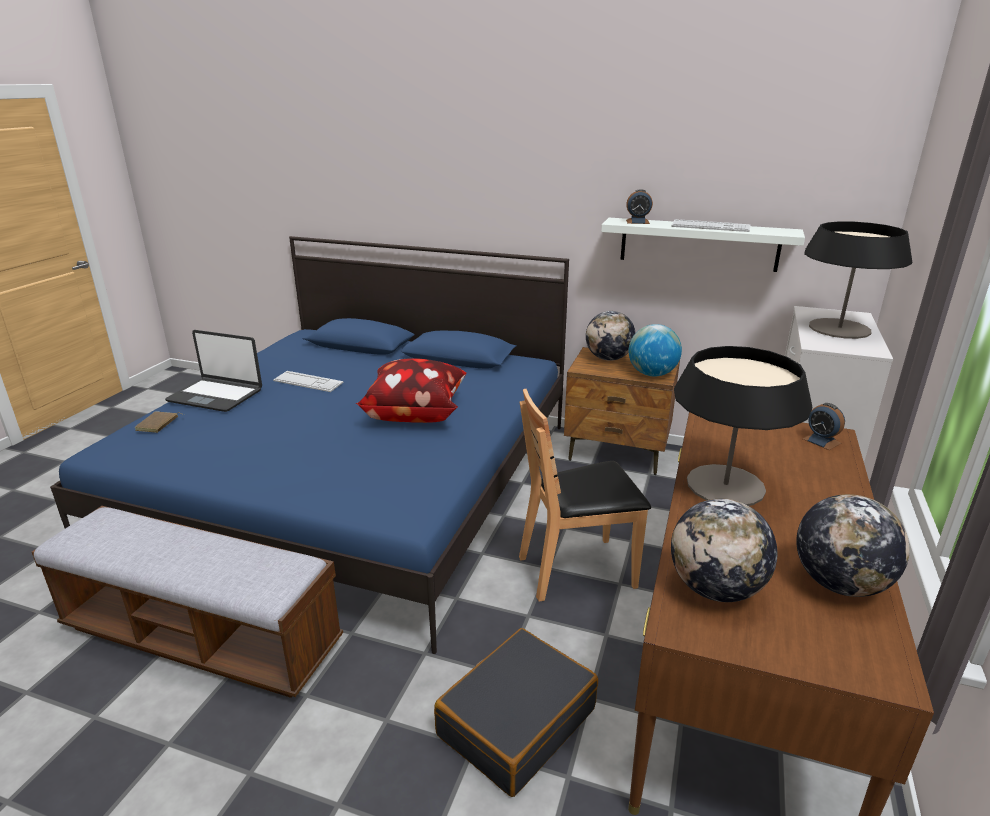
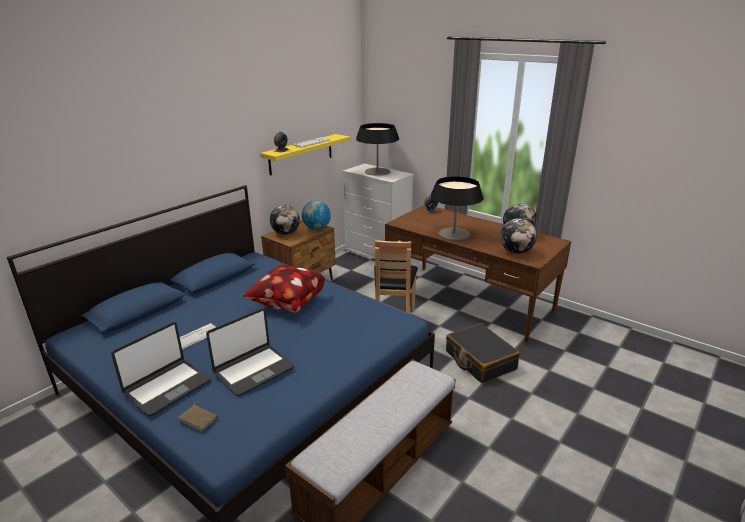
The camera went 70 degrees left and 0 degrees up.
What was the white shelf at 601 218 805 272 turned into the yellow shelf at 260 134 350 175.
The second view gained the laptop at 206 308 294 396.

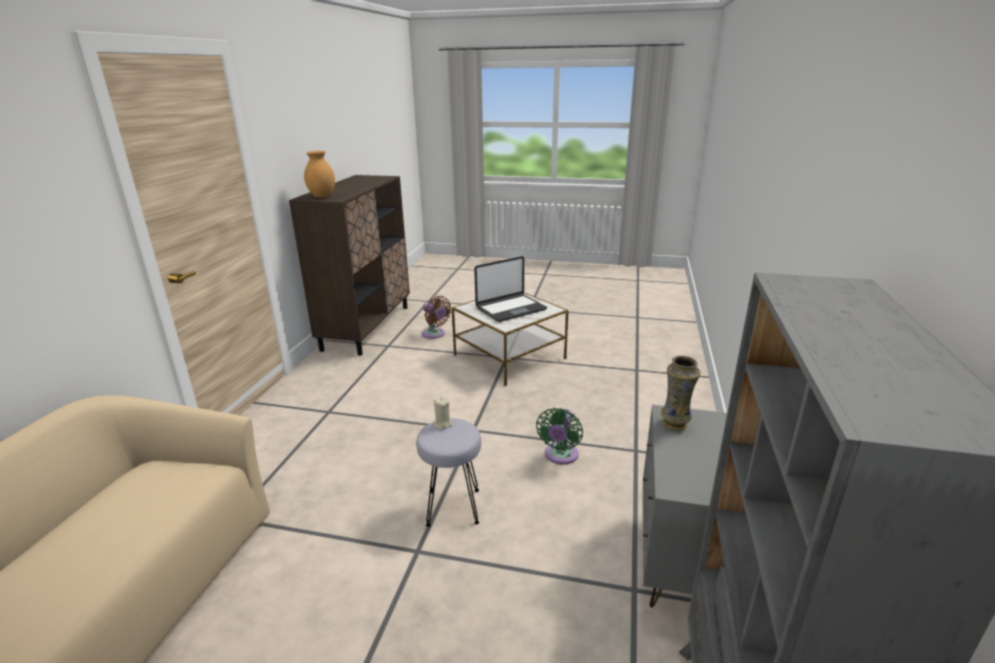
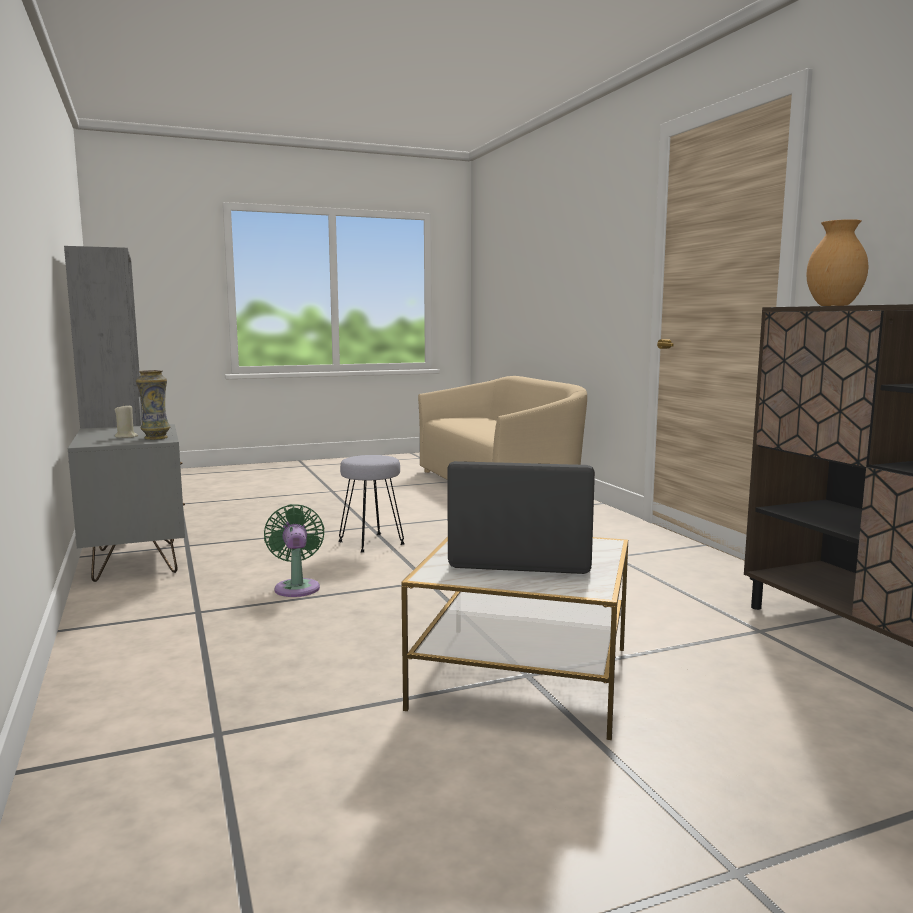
The camera went 145 degrees right and 15 degrees down.
The laptop at 474 256 547 322 ended up facing another way, 75 degrees clockwise from before.
The second view lost the brown fan at 422 296 451 339.
The beige candle ended up elsewhere, having gone from 432 396 452 429 to 115 404 138 438.

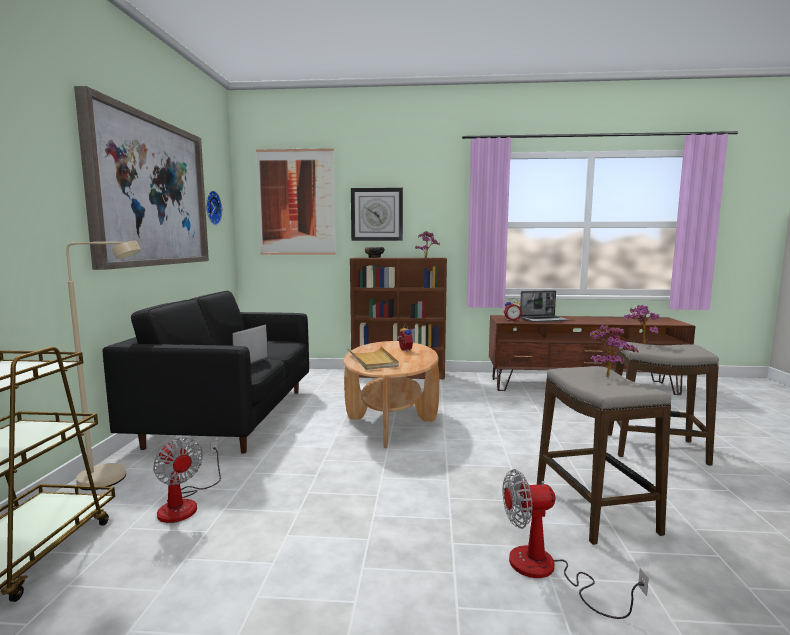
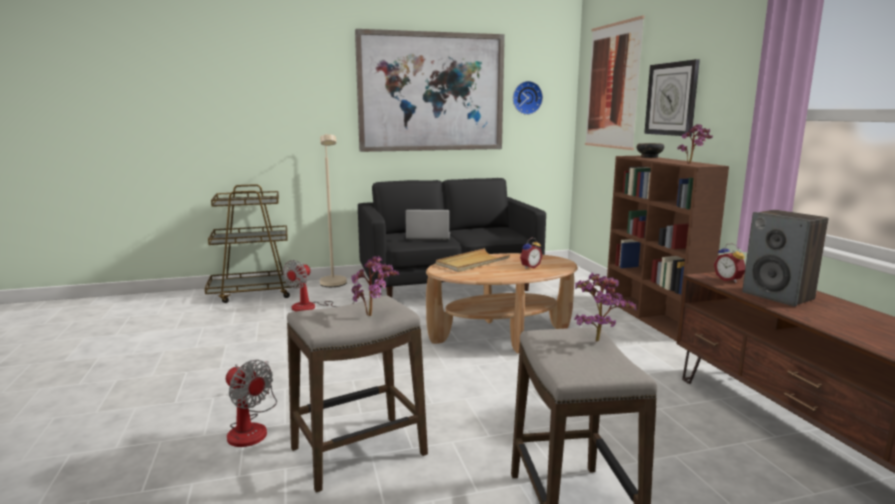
The camera went 70 degrees right and 5 degrees up.
Where the laptop stood at 520 290 569 322, the speaker came to stand at 742 210 828 306.
The fan at 503 469 649 619 ended up facing another way, 150 degrees clockwise from before.

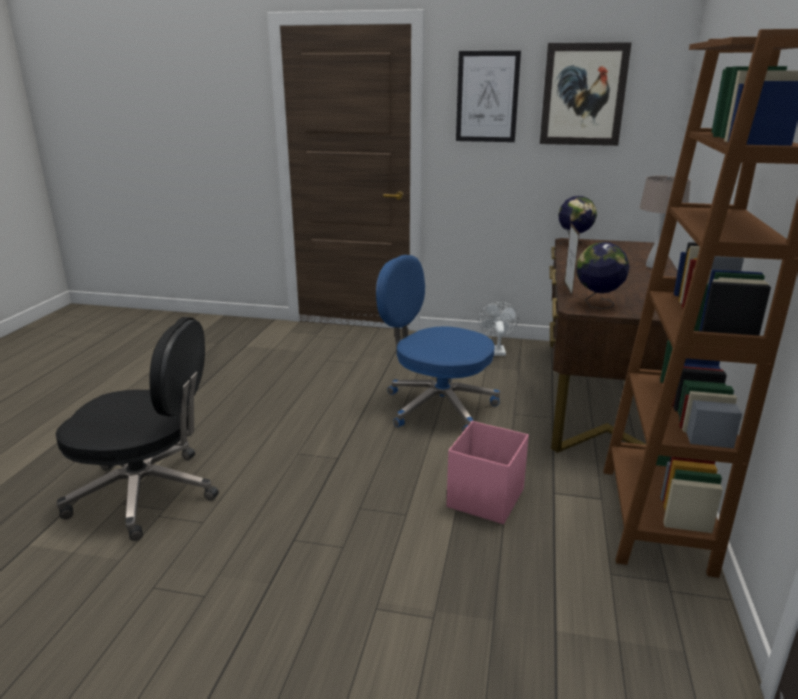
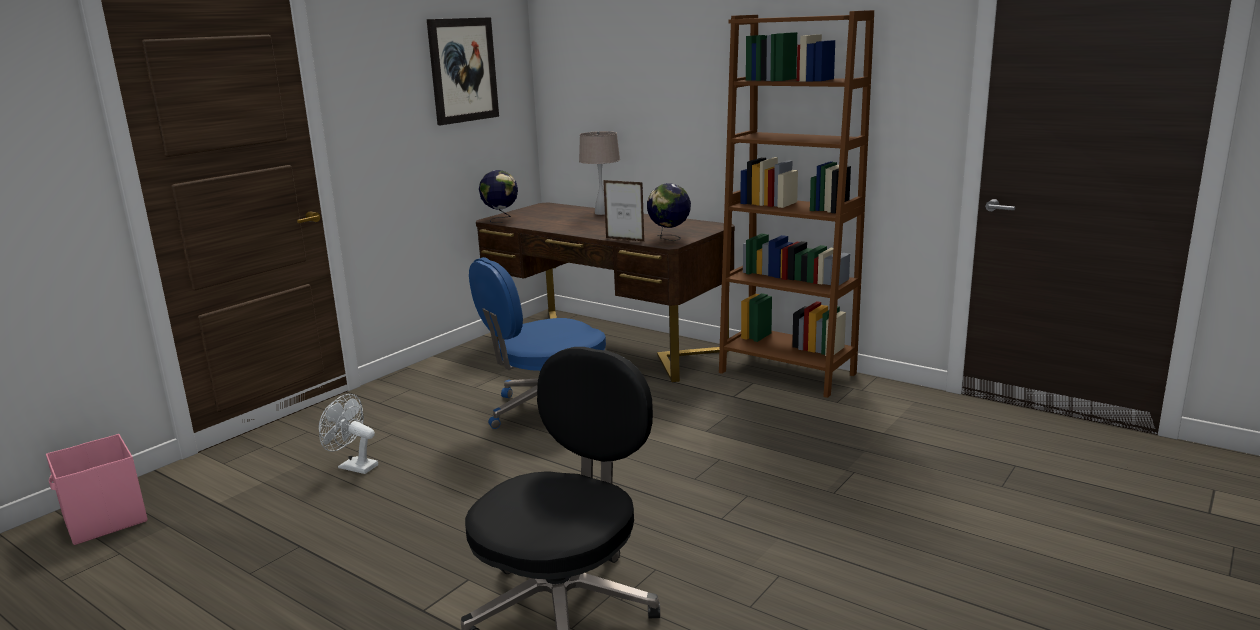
The camera went 65 degrees left and 5 degrees down.
The second view lost the picture at 456 51 521 142.
The white fan ended up elsewhere, having gone from 478 302 518 356 to 319 394 378 474.
The pink storage box ended up elsewhere, having gone from 446 421 529 524 to 46 434 148 545.

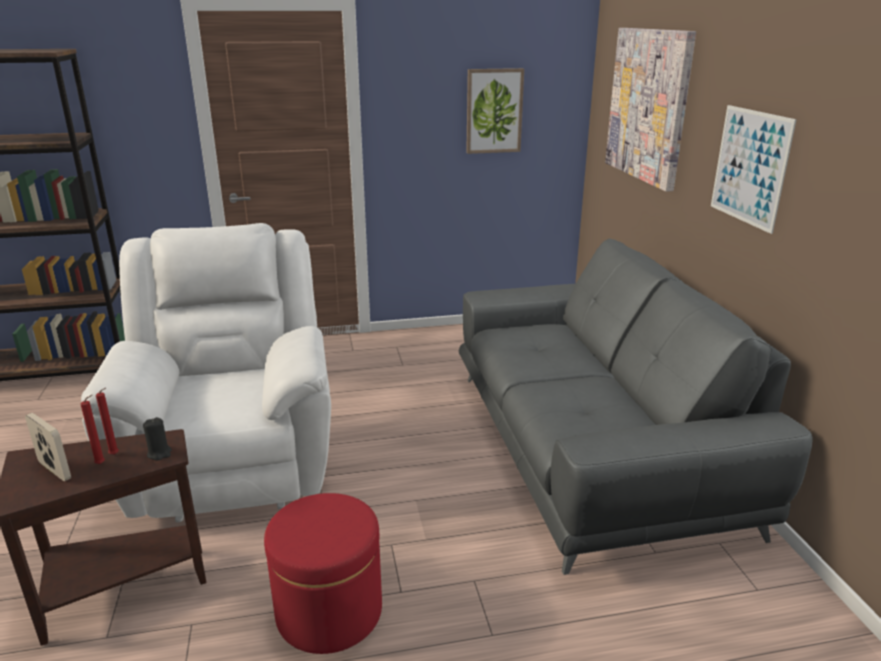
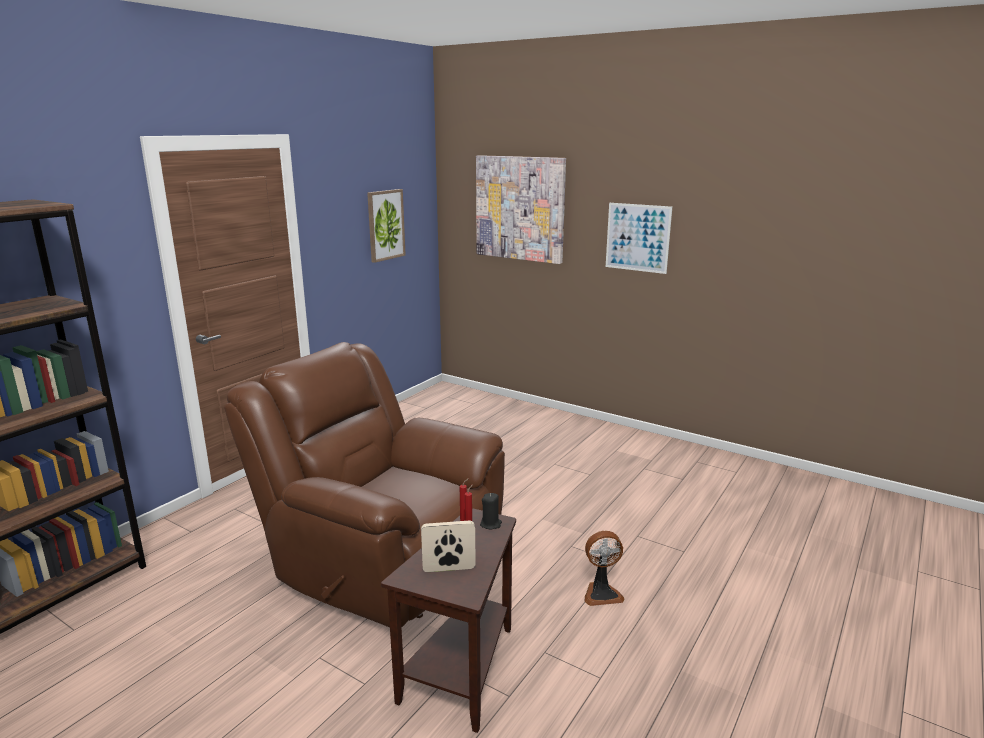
The camera went 45 degrees left and 5 degrees down.
What was the white armchair at 81 223 331 522 turned into the brown armchair at 224 342 505 628.
The second view lost the grey sofa at 458 239 813 575.
Where the red ottoman stood at 264 493 382 654, the fan came to stand at 585 531 624 606.

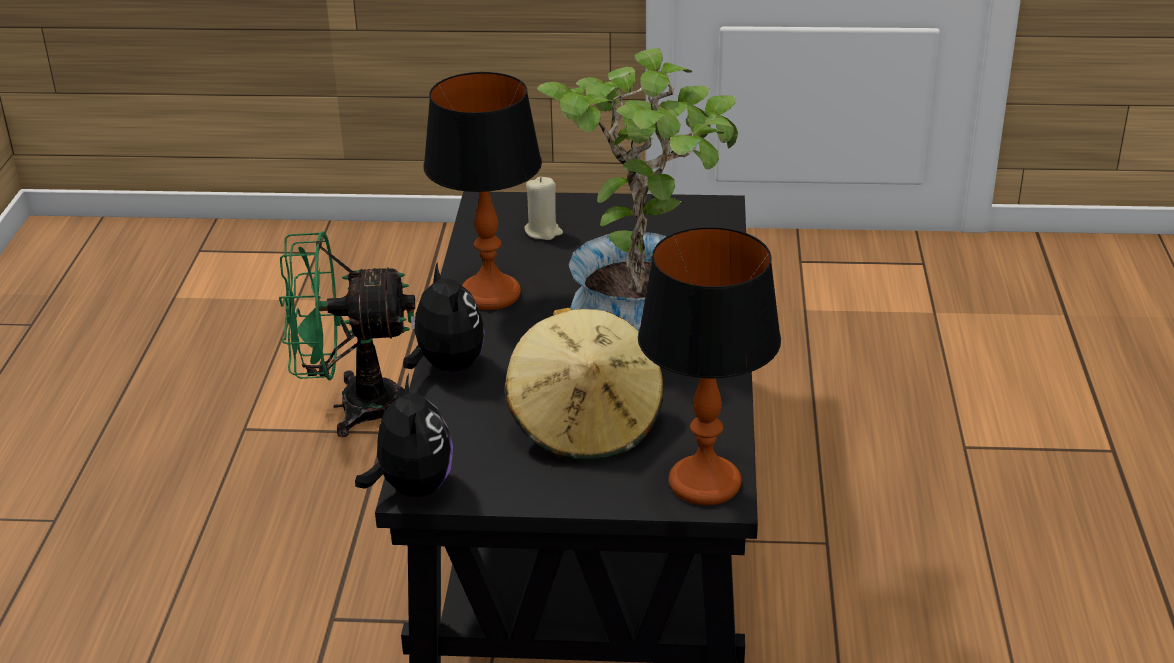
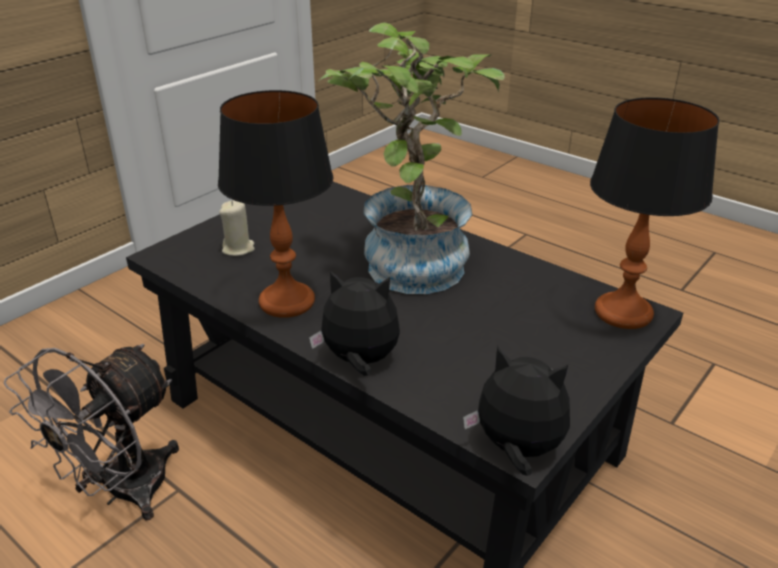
The camera went 55 degrees left and 0 degrees up.
What was the green fan at 279 231 415 437 turned into the grey fan at 4 344 179 521.
The second view lost the beige hat at 505 308 664 461.

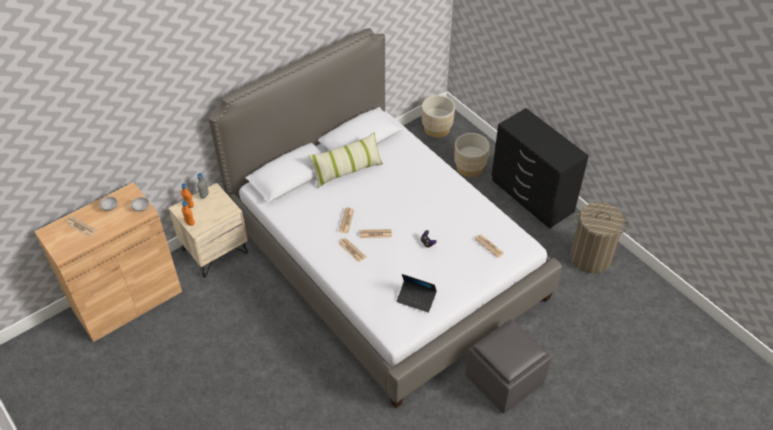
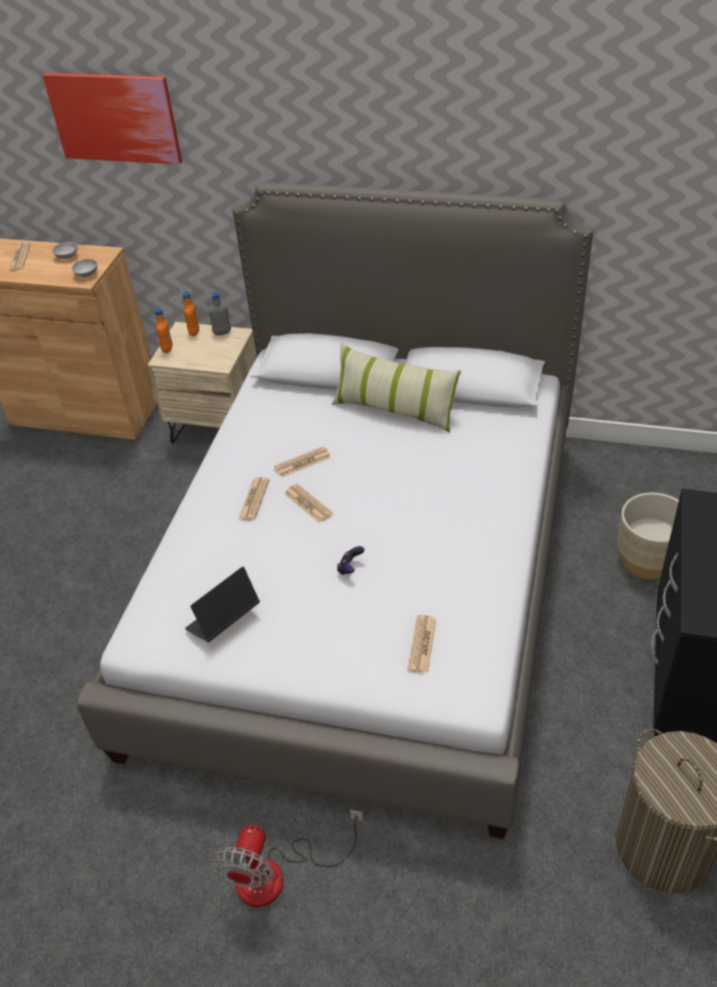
The camera went 55 degrees right and 5 degrees down.
The second view lost the beige planter at 422 95 455 138.
The laptop at 396 274 437 313 ended up facing another way, 60 degrees clockwise from before.
Where the grey ottoman stood at 465 319 552 414, the fan came to stand at 212 810 363 907.
The second view gained the picture at 42 73 182 165.

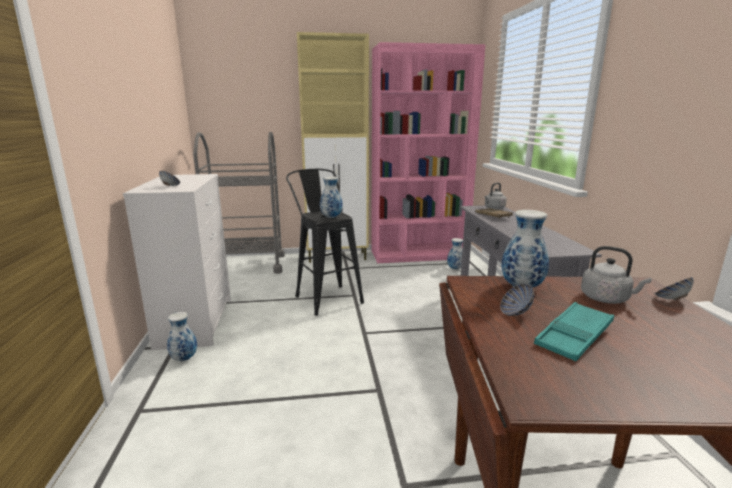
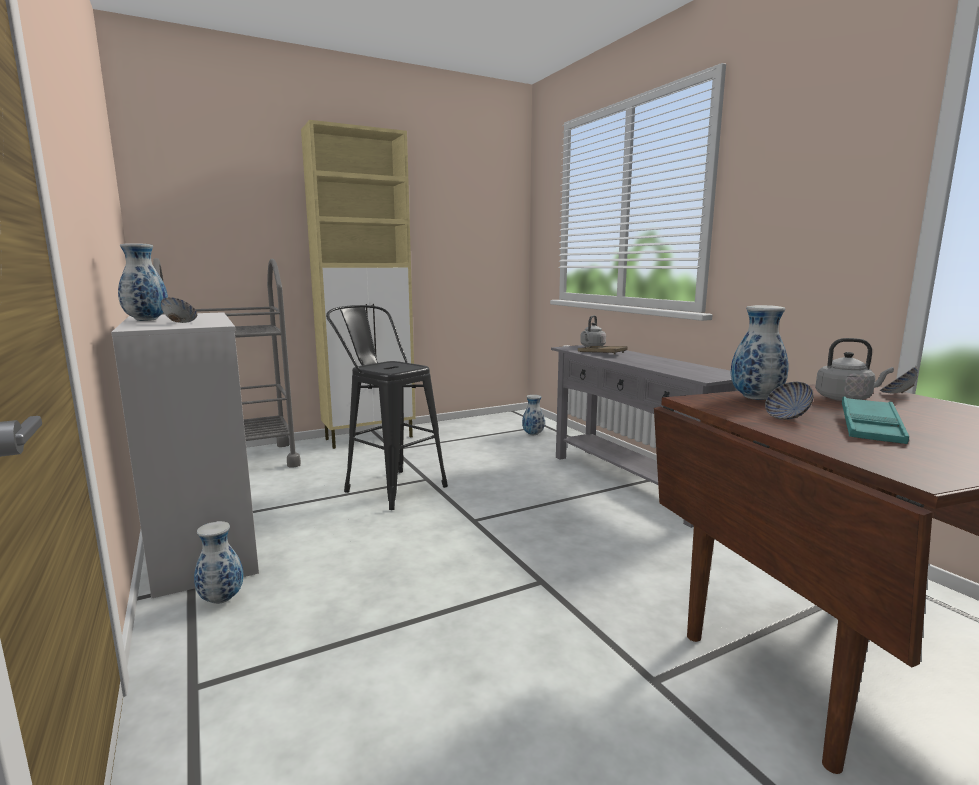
The camera went 20 degrees left and 5 degrees down.
The second view lost the pink bookcase at 371 42 485 263.
The vase ended up elsewhere, having gone from 320 176 343 218 to 118 243 168 321.

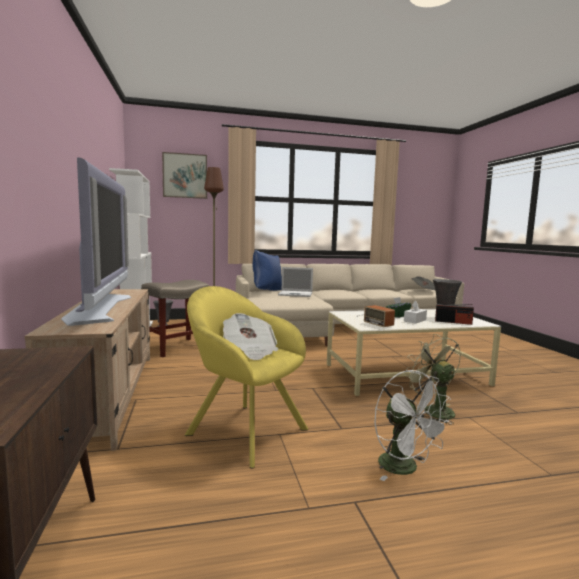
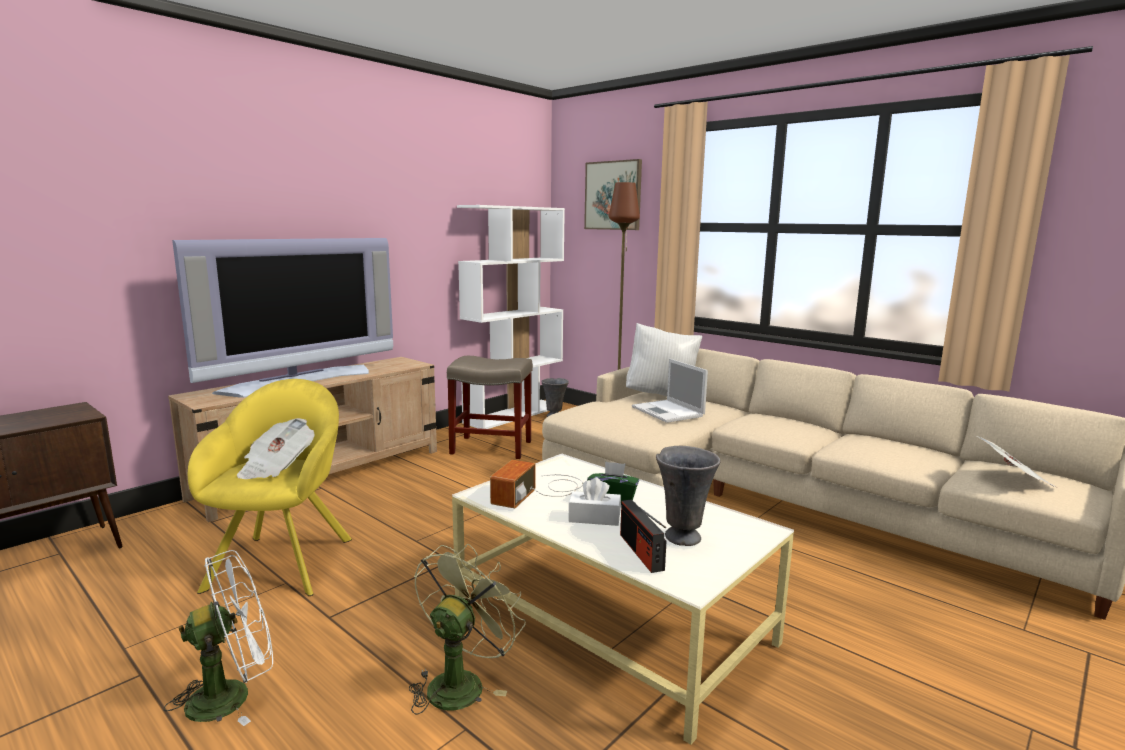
The camera went 55 degrees right and 5 degrees up.
What was the blue pillow at 252 250 282 291 turned into the white pillow at 626 323 702 396.
The white fan at 374 370 452 481 ended up facing another way, 150 degrees counterclockwise from before.

